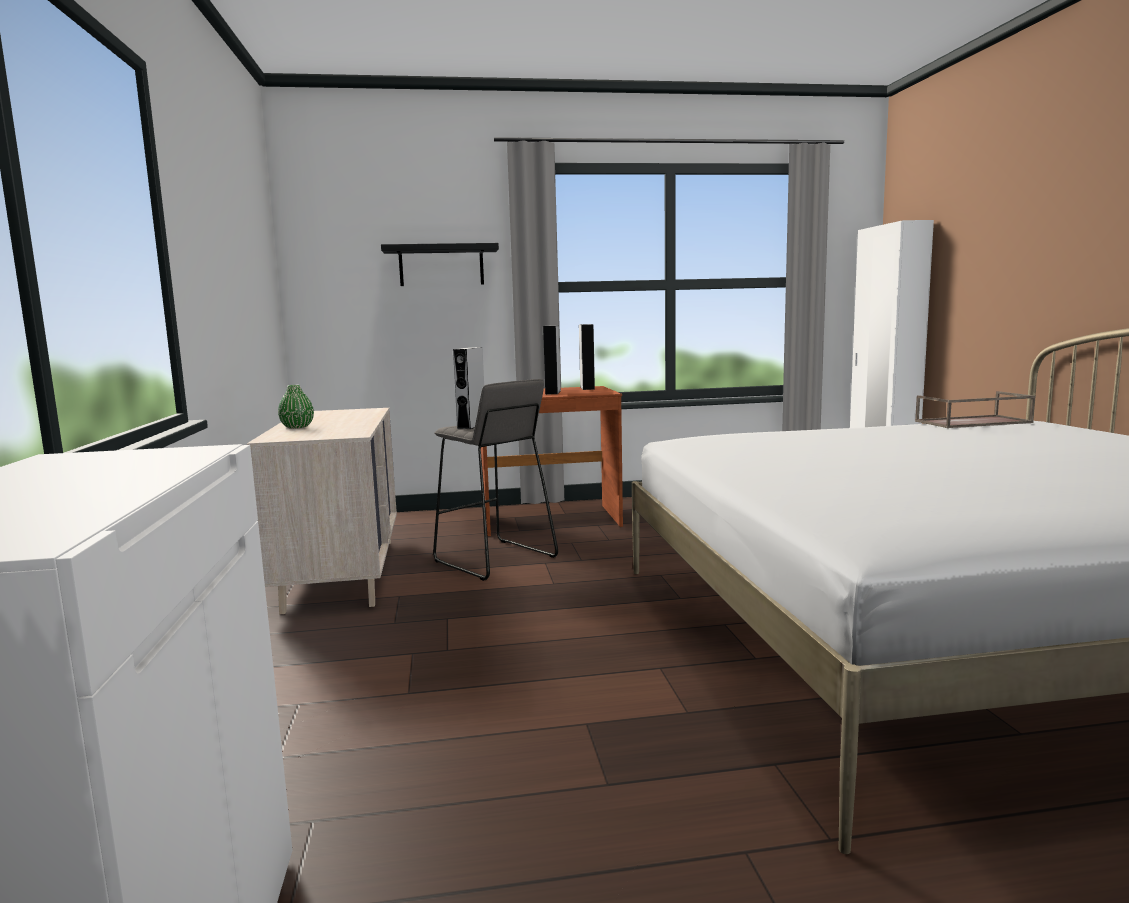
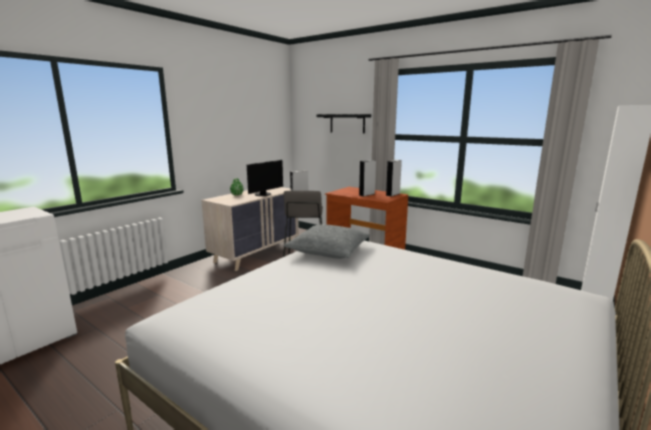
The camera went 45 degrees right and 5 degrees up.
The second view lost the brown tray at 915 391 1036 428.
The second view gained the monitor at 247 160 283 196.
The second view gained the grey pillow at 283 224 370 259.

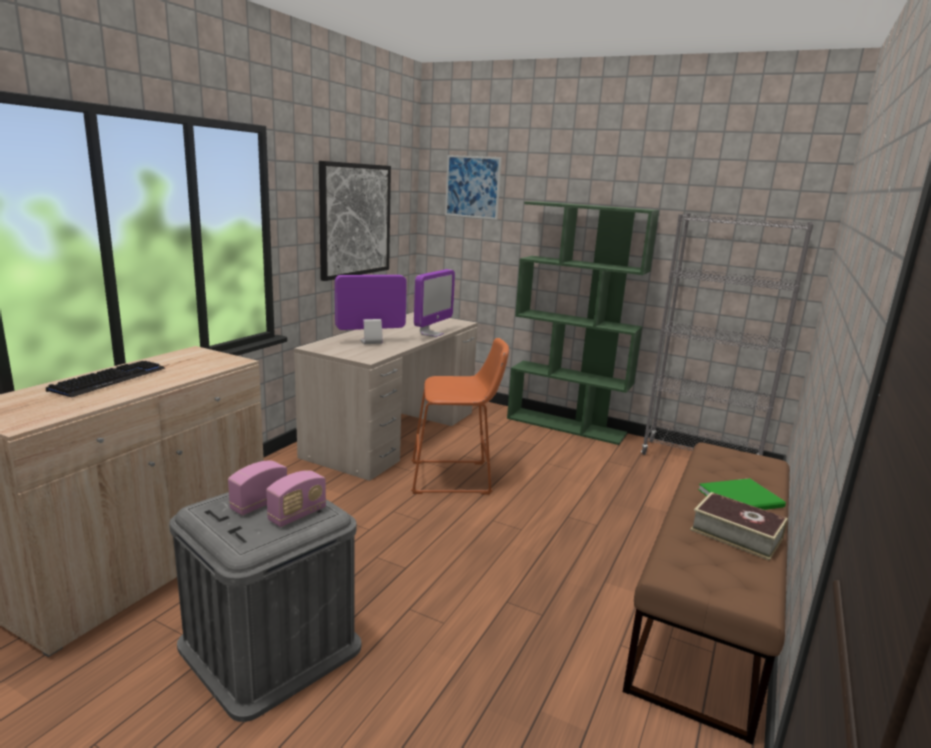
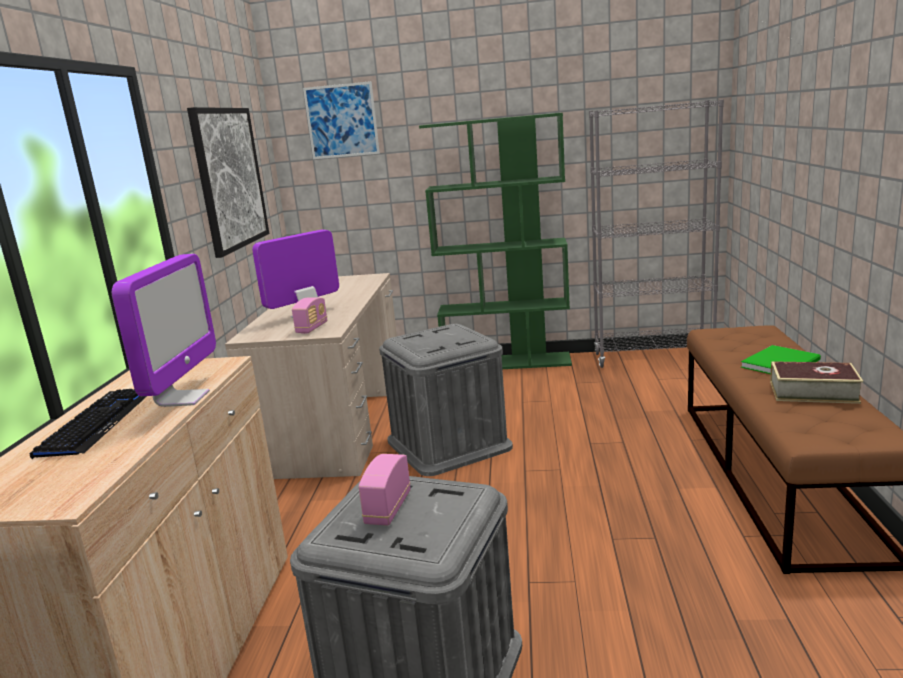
The camera went 20 degrees left and 0 degrees up.
The monitor ended up elsewhere, having gone from 414 269 455 337 to 112 254 216 407.
Where the orange stool stood at 411 338 509 495, the grey storage box came to stand at 379 324 513 476.
The radio ended up elsewhere, having gone from 266 470 326 527 to 292 297 327 334.

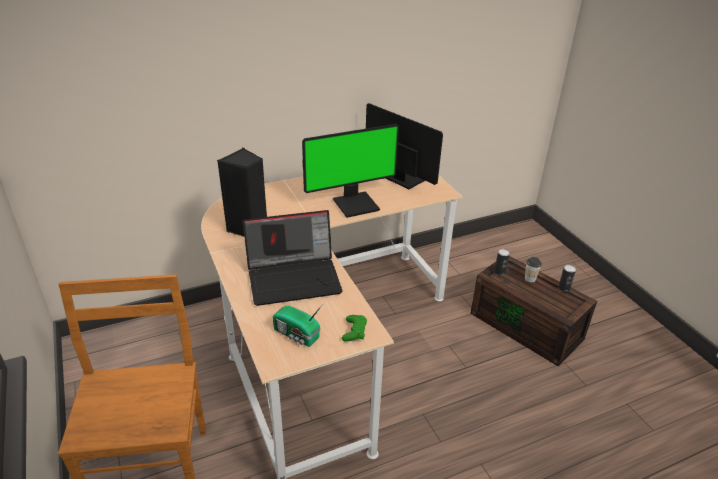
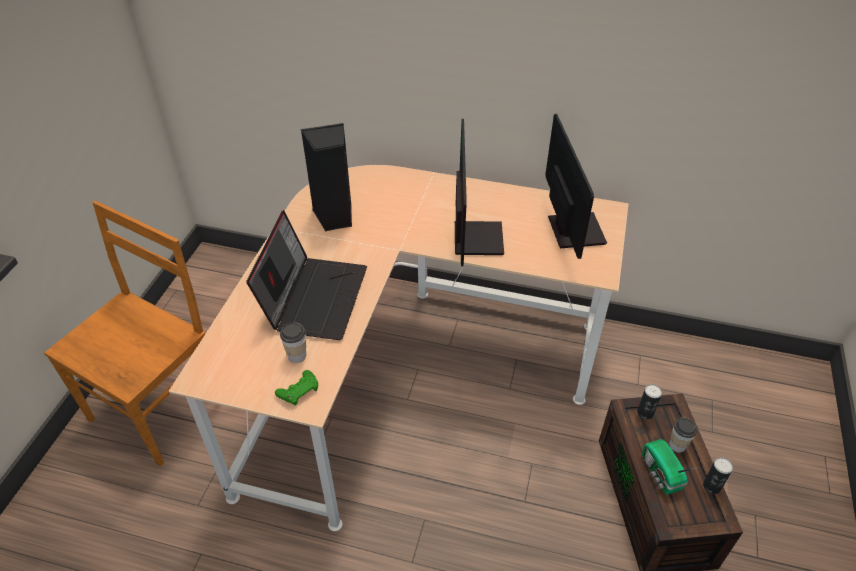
The camera went 40 degrees right and 10 degrees up.
The monitor at 302 124 399 218 ended up facing another way, 105 degrees counterclockwise from before.
The laptop at 243 210 343 306 ended up facing another way, 105 degrees counterclockwise from before.
The radio ended up elsewhere, having gone from 273 304 323 347 to 642 439 699 495.
The second view gained the cup at 280 323 306 363.

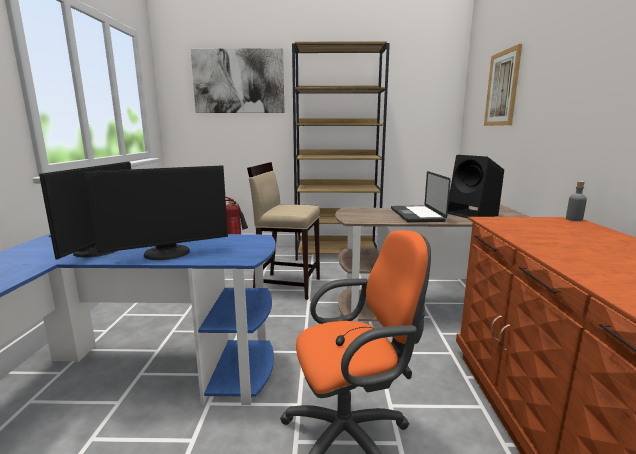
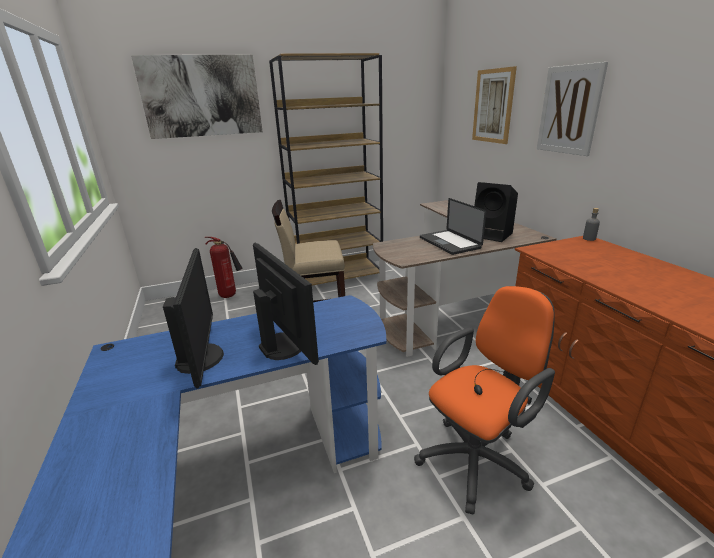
The camera went 20 degrees left and 10 degrees up.
The monitor at 85 165 228 260 ended up facing another way, 75 degrees counterclockwise from before.
The second view gained the picture at 537 62 608 156.

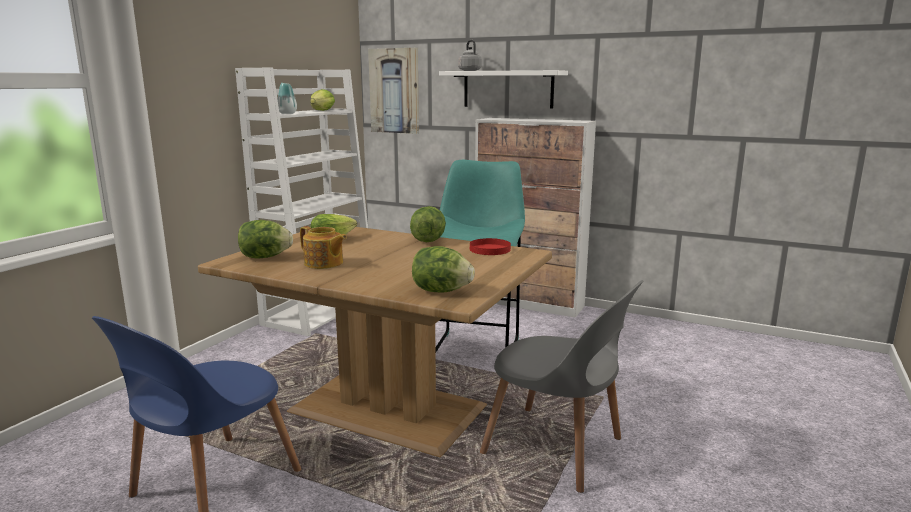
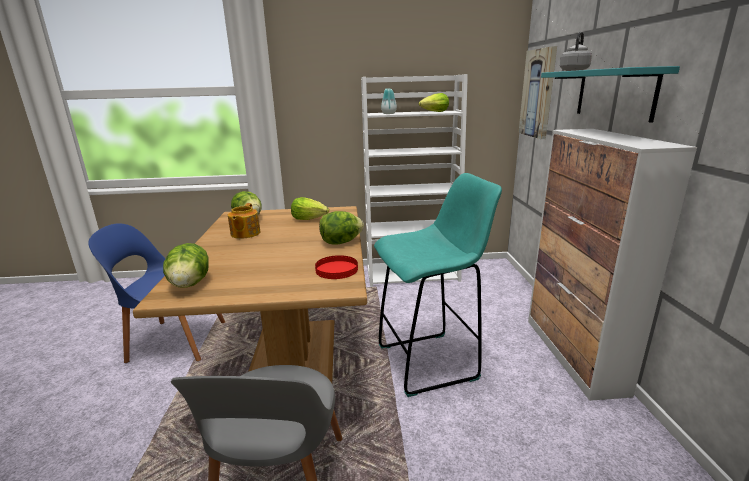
The camera went 60 degrees right and 5 degrees up.
What was the white shelf at 439 70 568 109 turned into the turquoise shelf at 541 66 680 123.

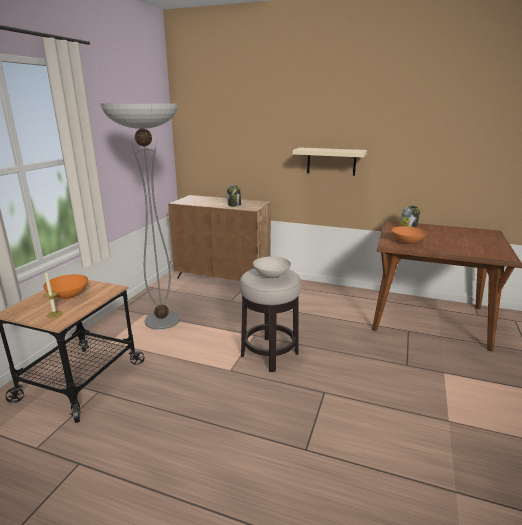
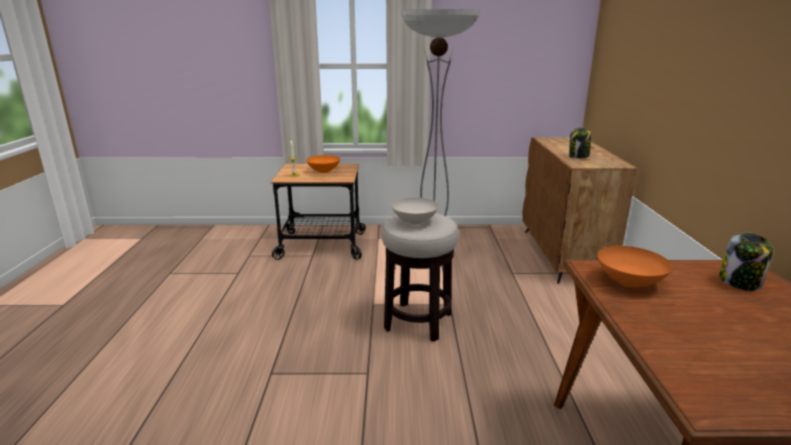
The camera went 70 degrees right and 0 degrees up.
The second view lost the beige shelf at 293 147 367 176.

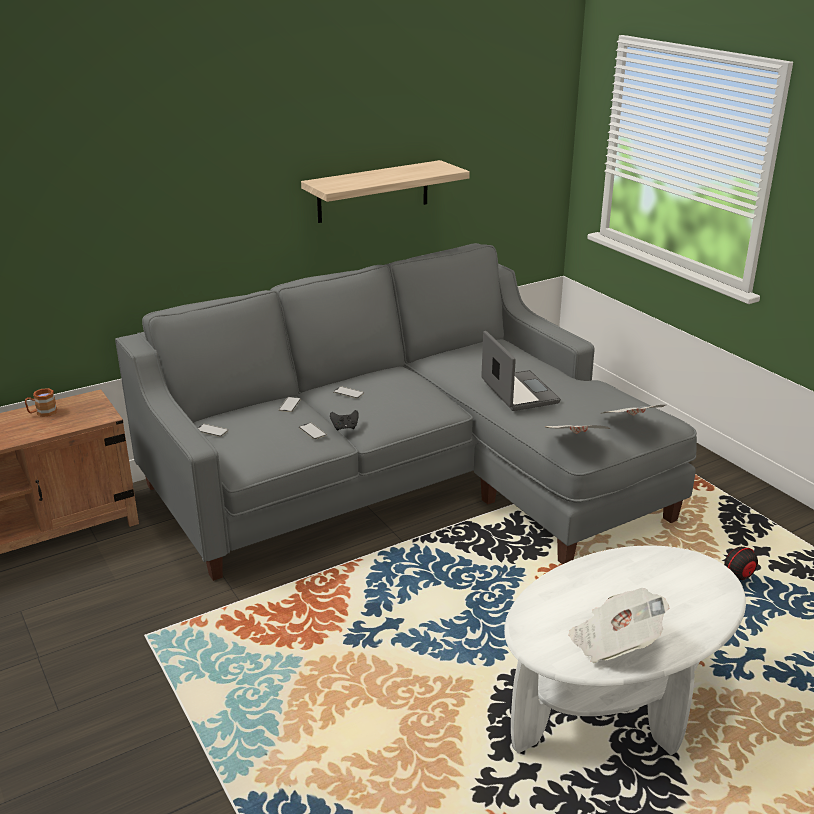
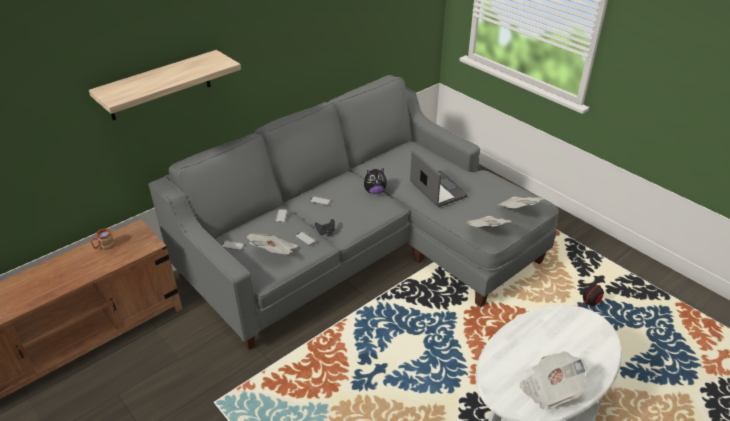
The camera went 10 degrees left and 10 degrees up.
The shelf ended up elsewhere, having gone from 301 160 470 223 to 89 50 241 120.
The second view gained the plush toy at 364 168 387 194.
The second view gained the newspaper at 247 233 297 255.

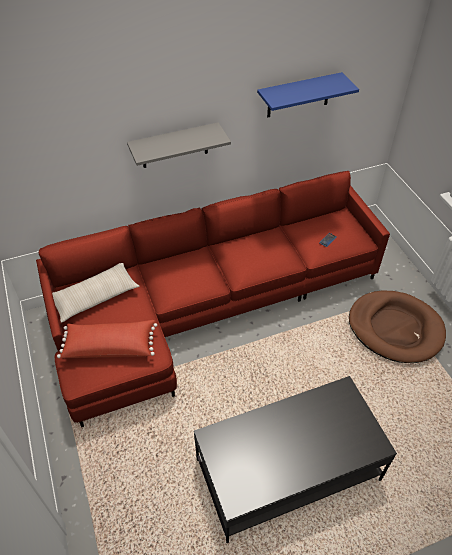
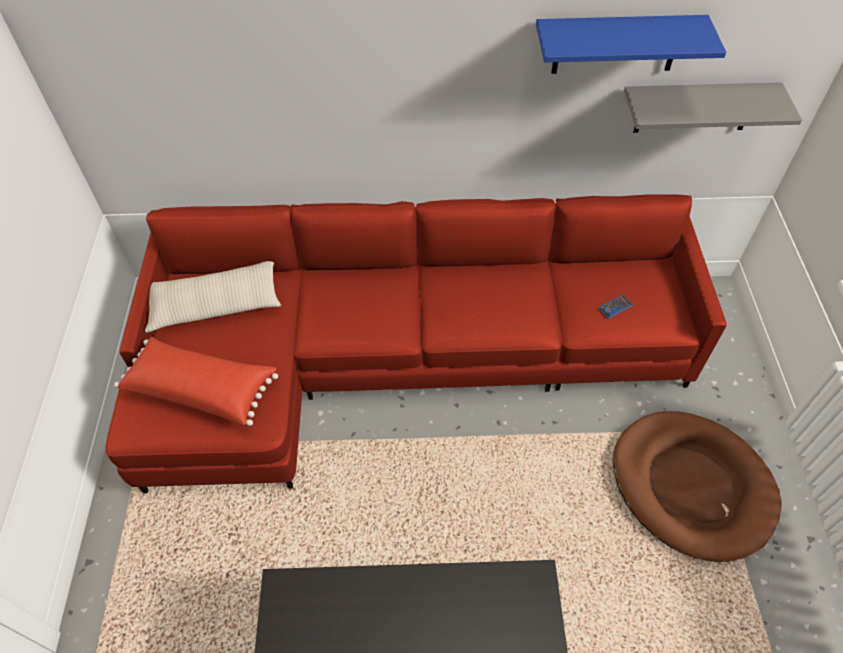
The camera went 20 degrees right and 5 degrees up.
The grey shelf ended up elsewhere, having gone from 127 122 231 168 to 624 82 802 133.

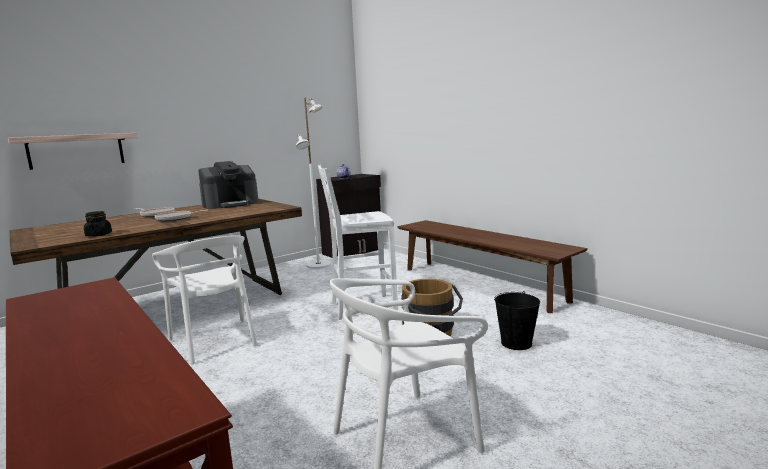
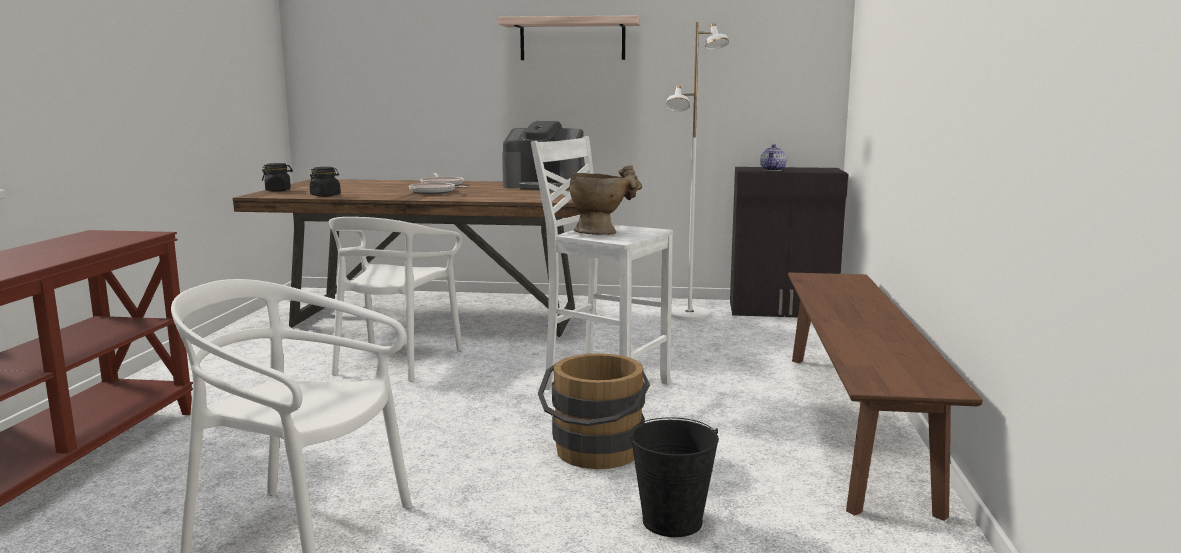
The camera went 45 degrees right and 0 degrees up.
The shelf ended up elsewhere, having gone from 8 133 138 170 to 498 15 640 60.
The second view gained the black jar at 262 163 293 192.
The second view gained the beige vase at 570 165 642 235.

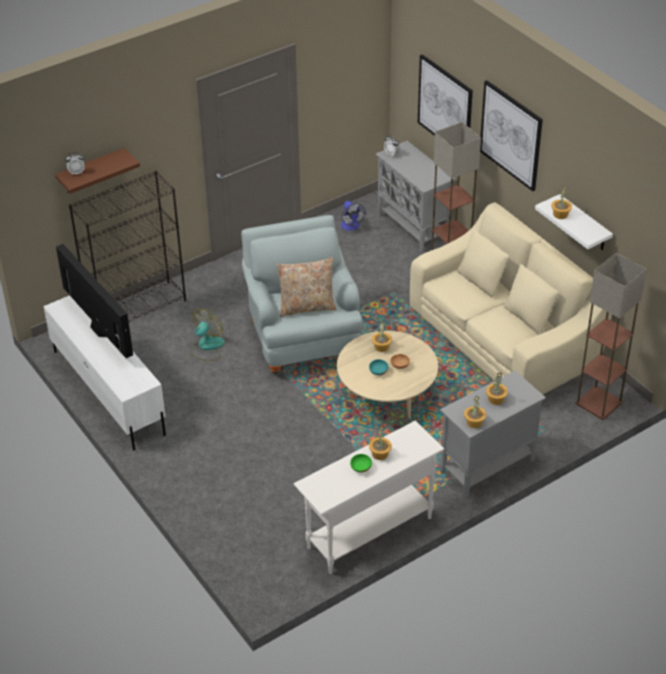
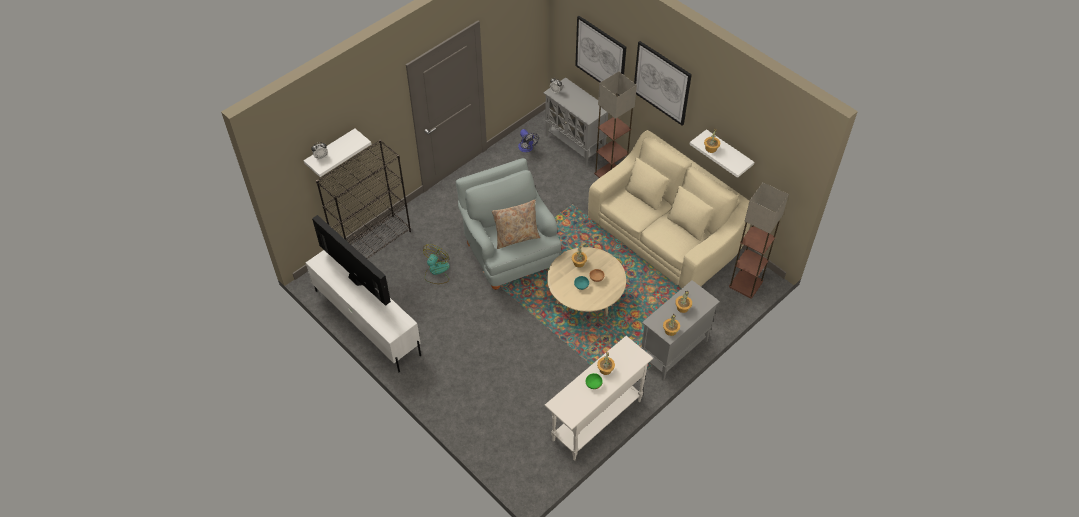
The camera went 10 degrees left and 10 degrees up.
What was the brown shelf at 55 148 140 194 turned into the white shelf at 304 129 371 177.

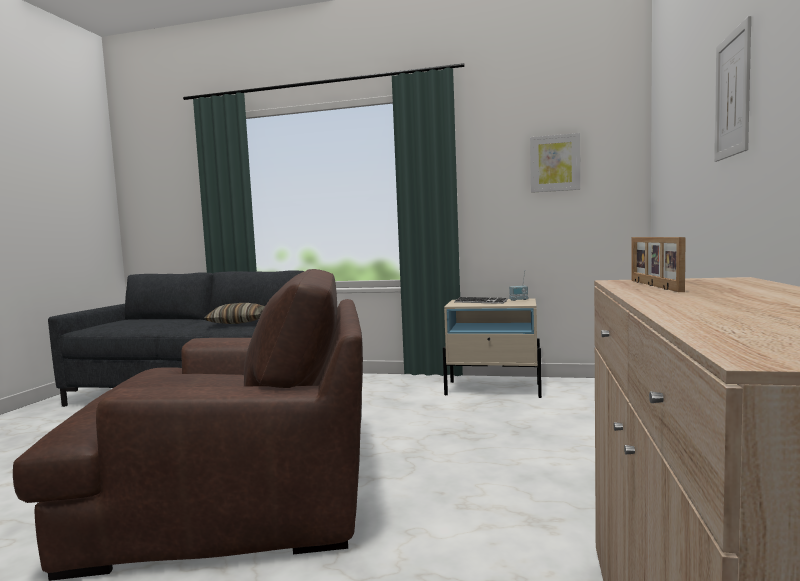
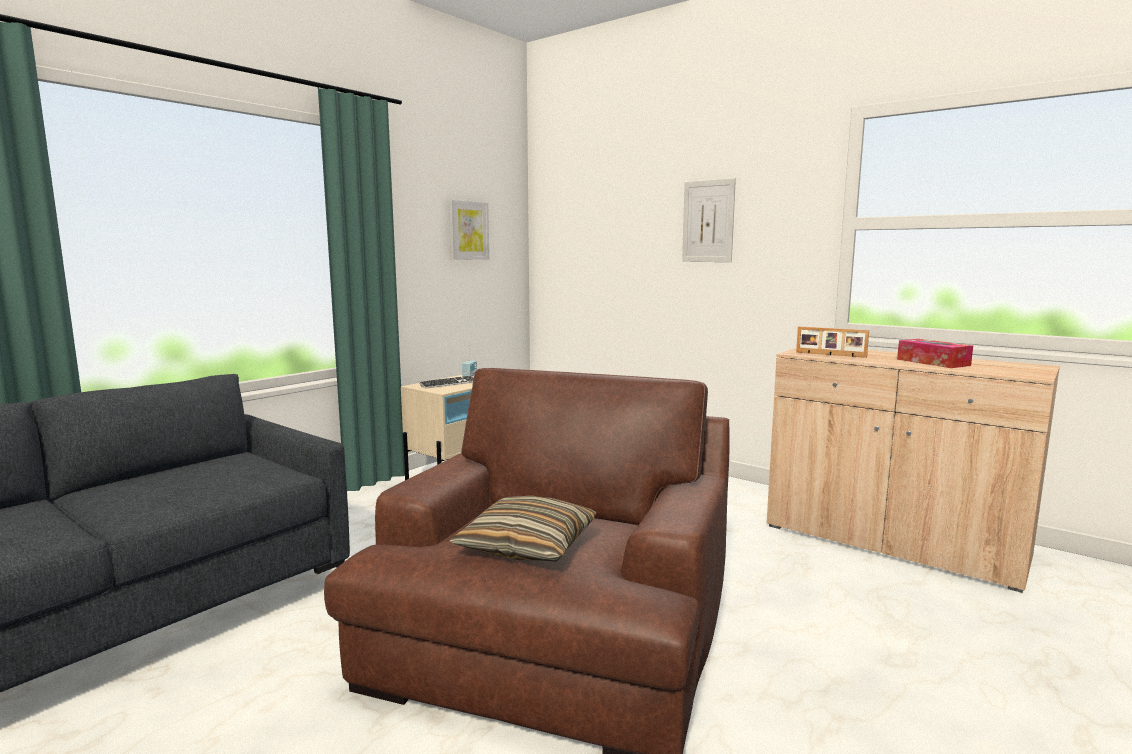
The camera went 65 degrees left and 5 degrees up.
The pillow ended up elsewhere, having gone from 204 303 265 324 to 450 496 596 562.
The second view gained the tissue box at 897 339 973 368.

